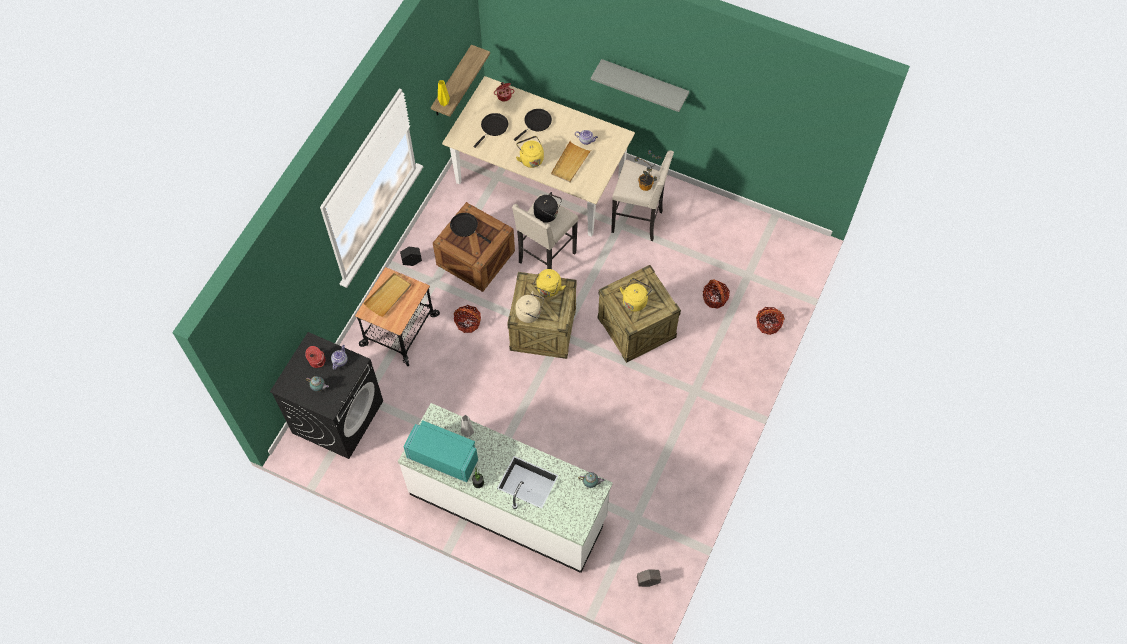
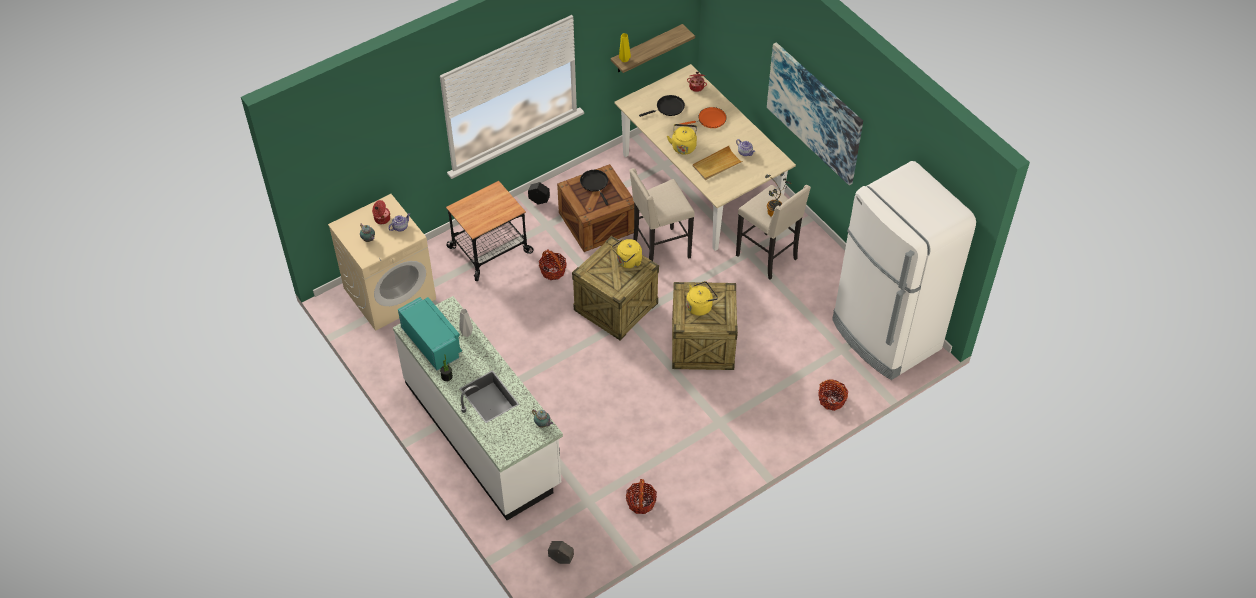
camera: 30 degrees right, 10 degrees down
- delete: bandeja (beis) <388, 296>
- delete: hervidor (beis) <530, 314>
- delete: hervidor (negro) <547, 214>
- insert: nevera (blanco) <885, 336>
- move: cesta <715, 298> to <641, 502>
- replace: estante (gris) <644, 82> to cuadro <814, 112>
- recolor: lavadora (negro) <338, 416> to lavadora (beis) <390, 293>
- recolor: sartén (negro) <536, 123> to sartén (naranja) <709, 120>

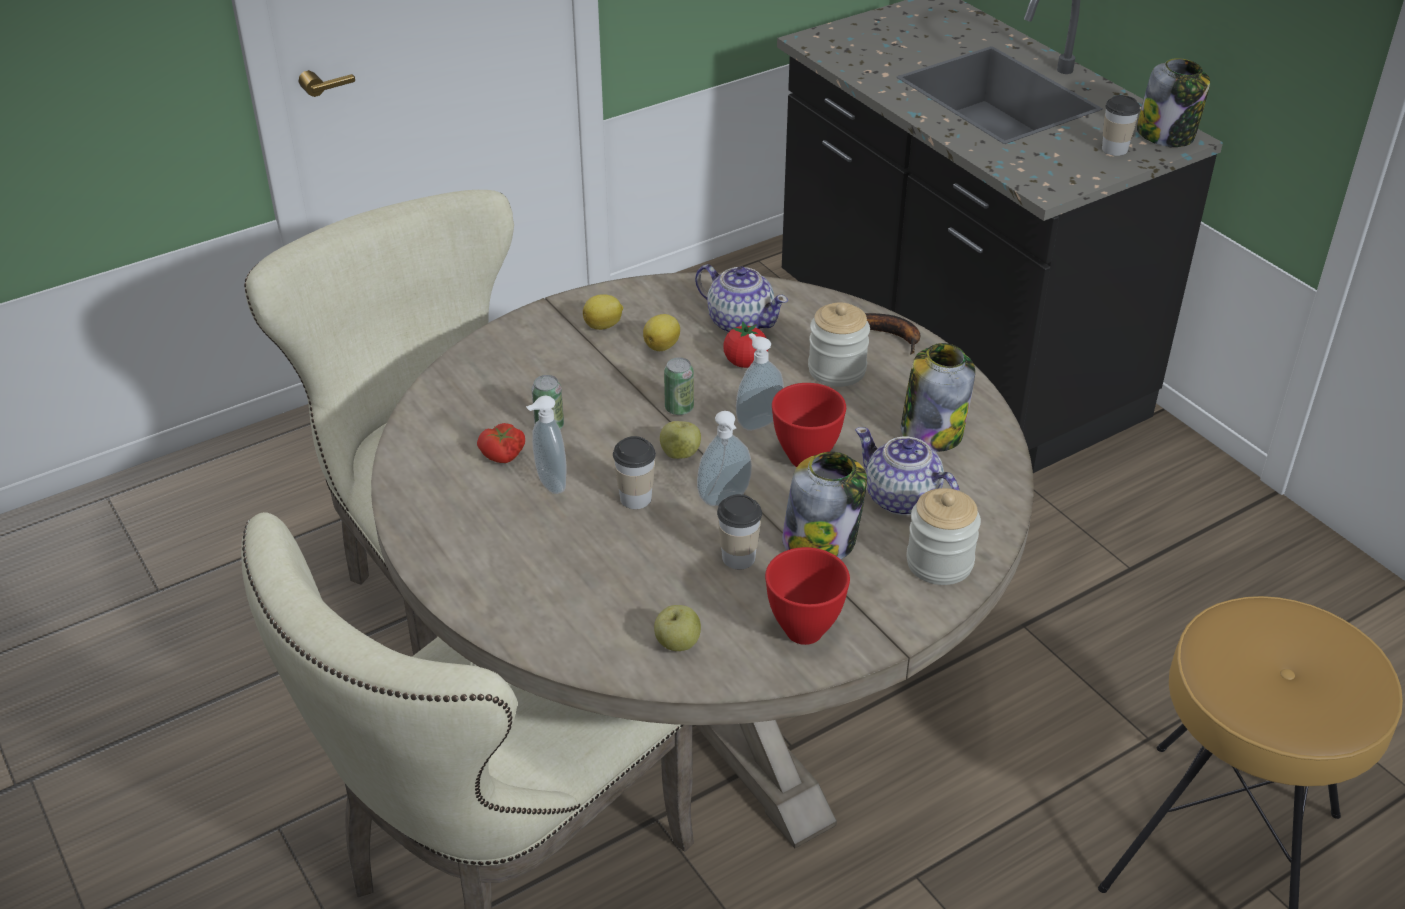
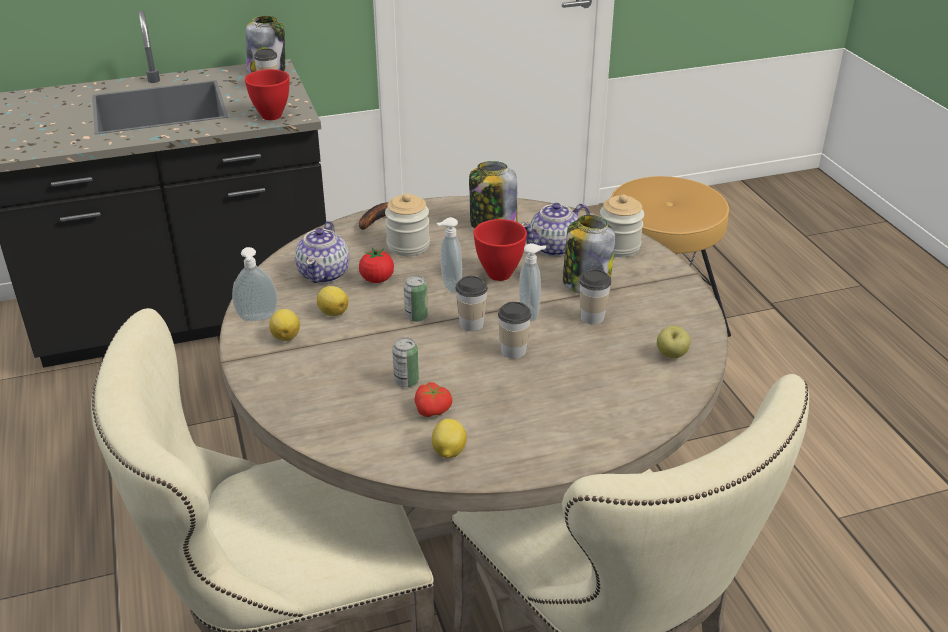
camera: 75 degrees left, 5 degrees down
- insert: limón <448, 452>
- move: dispensador de jabón <549, 484> to <258, 319>
- move: cuenco (rojo) <805, 632> to <272, 116>
- replace: manzana <680, 454> to taza <471, 324>
- rotate: tetera <740, 322> = <324, 273> 135 degrees clockwise

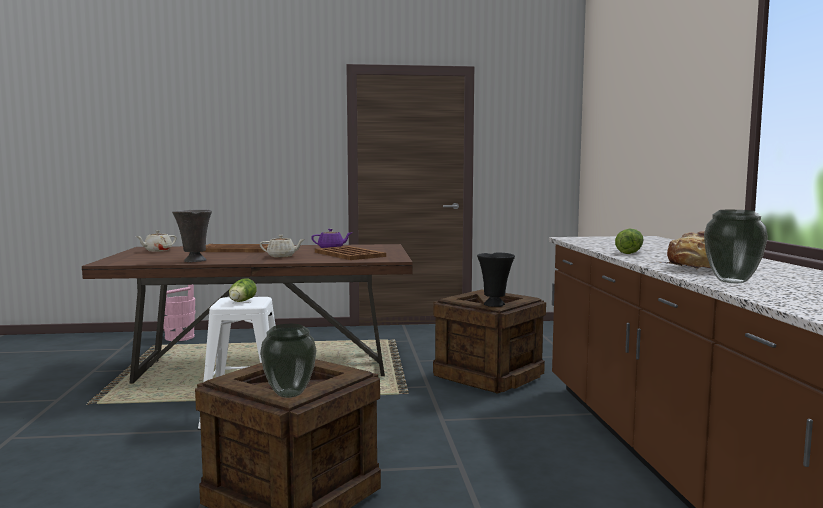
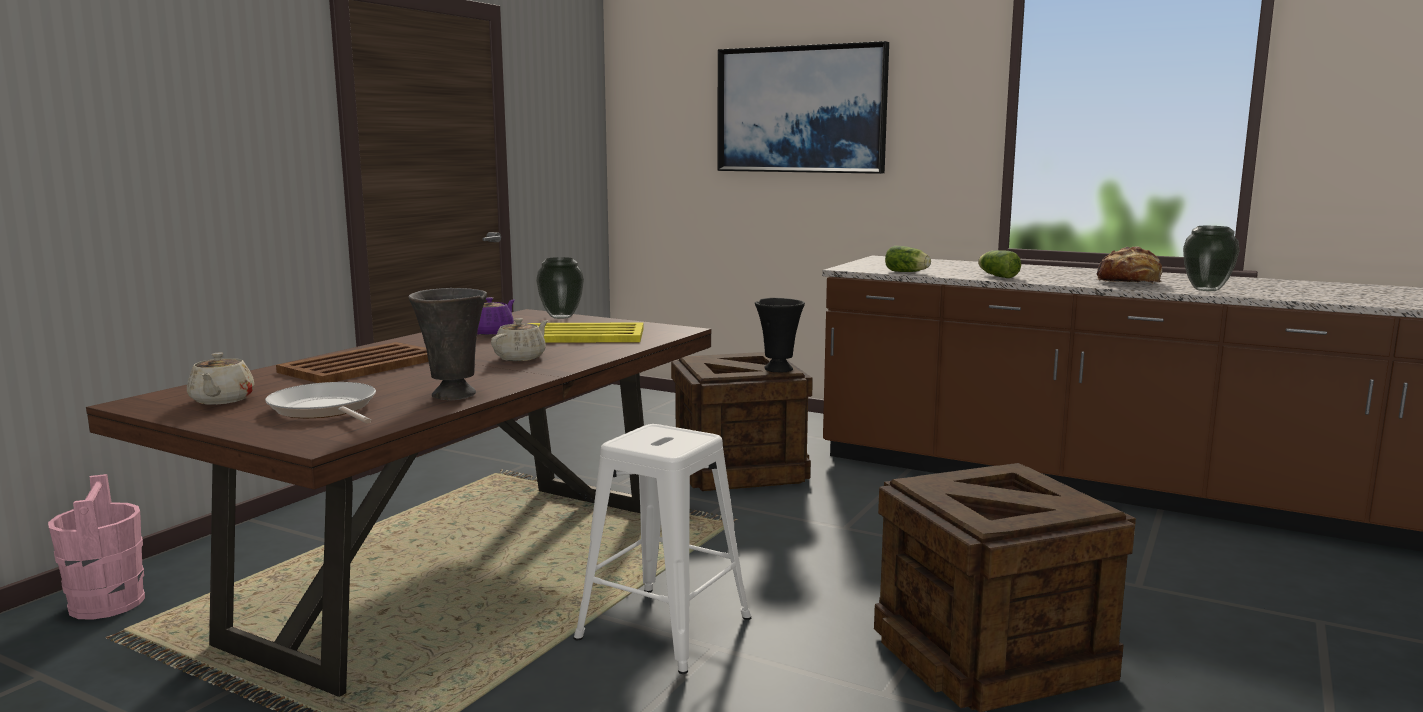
camera: 55 degrees left, 5 degrees up
- insert: sartén <325, 409>
- insert: cuadro <801, 109>
- move: lechuga <241, 301> to <908, 272>
- move: florero <290, 394> to <560, 317>
- recolor: bandeja (marrón) <349, 254> to bandeja (amarillo) <580, 335>

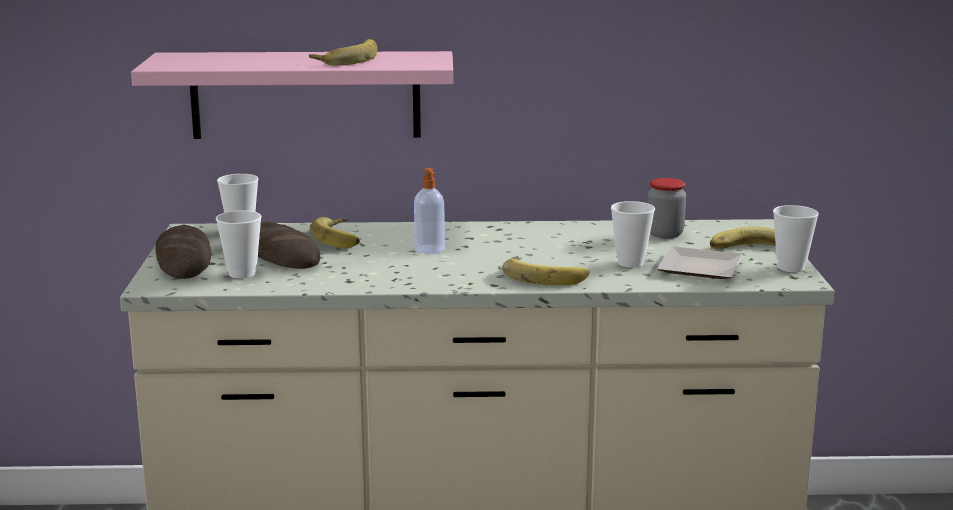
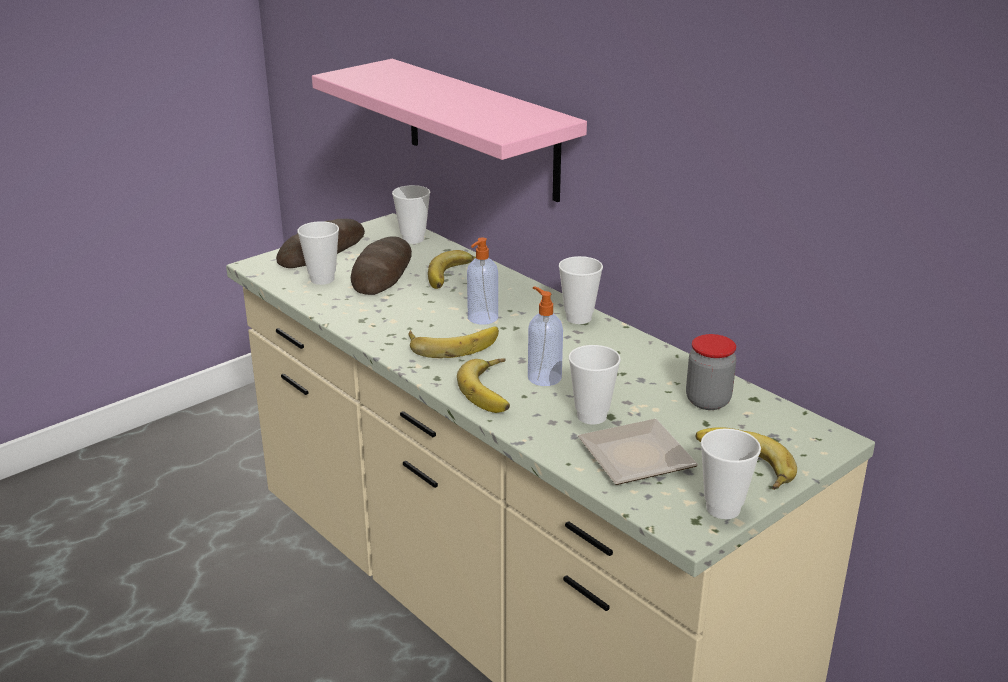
camera: 50 degrees right, 10 degrees up
- insert: dispensador de jabón <543, 377>
- insert: taza <578, 318>
- move: plátano <346, 58> to <453, 343>

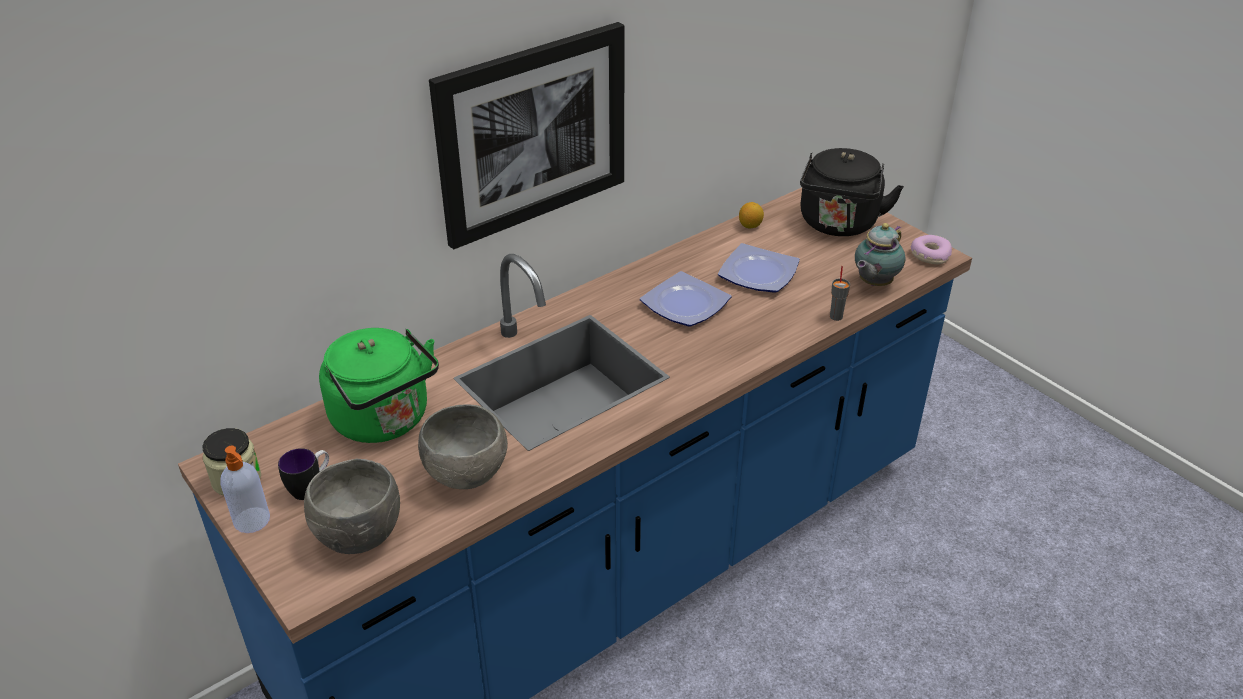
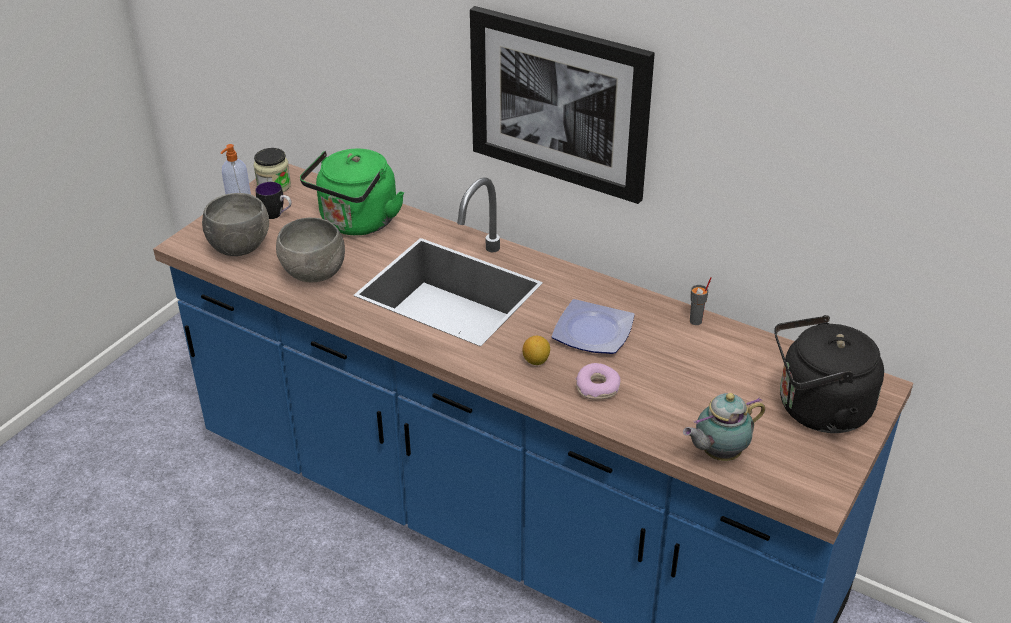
camera: 70 degrees right, 0 degrees up
- delete: plato <760, 273>
- move: limón <750, 226> to <536, 361>
- move: taza (gris) <836, 316> to <696, 321>
- move: rosquilla <929, 255> to <597, 387>
- rotate: tetera <873, 283> = <718, 454> 45 degrees counterclockwise

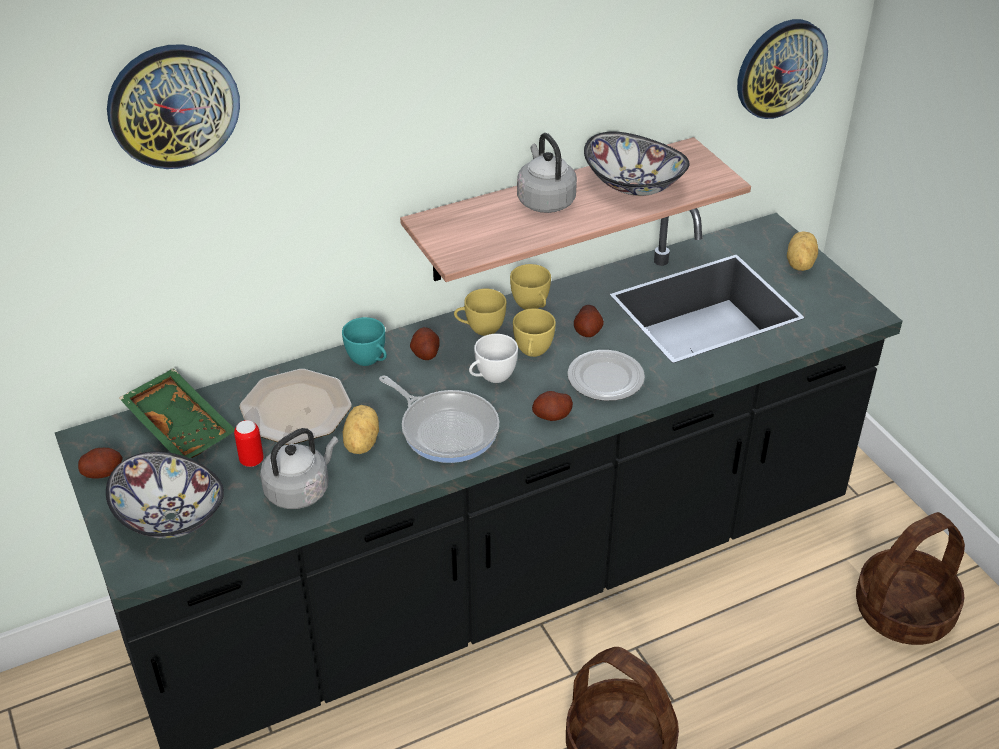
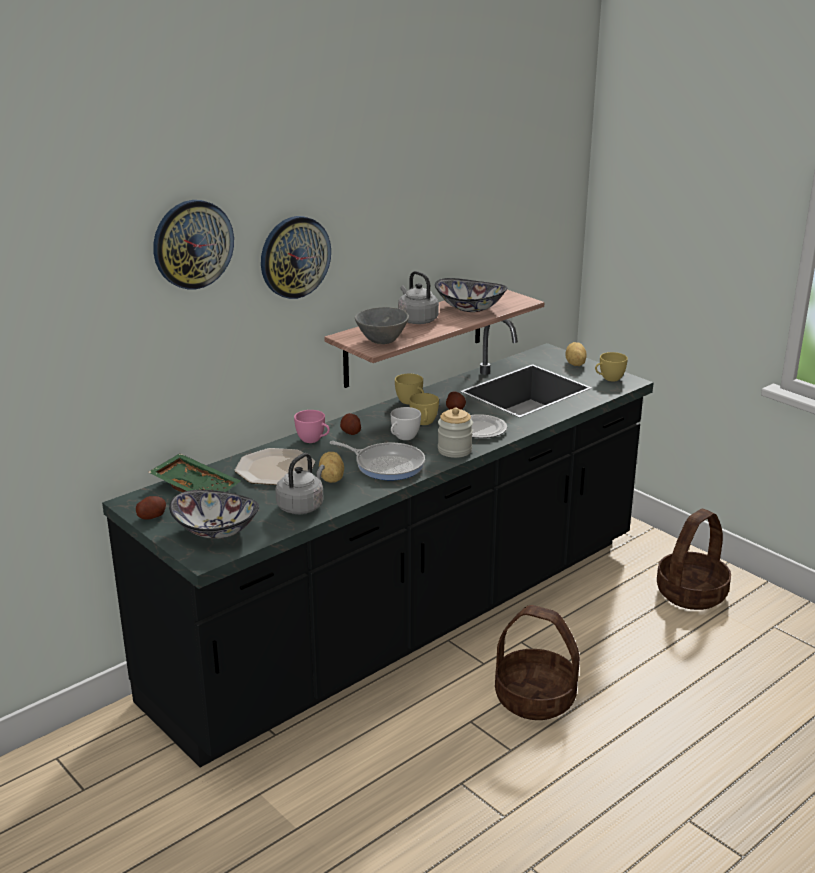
camera: 15 degrees left, 15 degrees down
- delete: lata <251, 460>
- insert: cuenco (gris) <380, 340>
- move: taza (amarillo) <480, 329> to <608, 379>
- move: reloj de pared <780, 68> to <294, 257>
- replace: patata <552, 416> to tarro <454, 450>
- recolor: taza (turquesa) <369, 361> to taza (rosa) <313, 440>

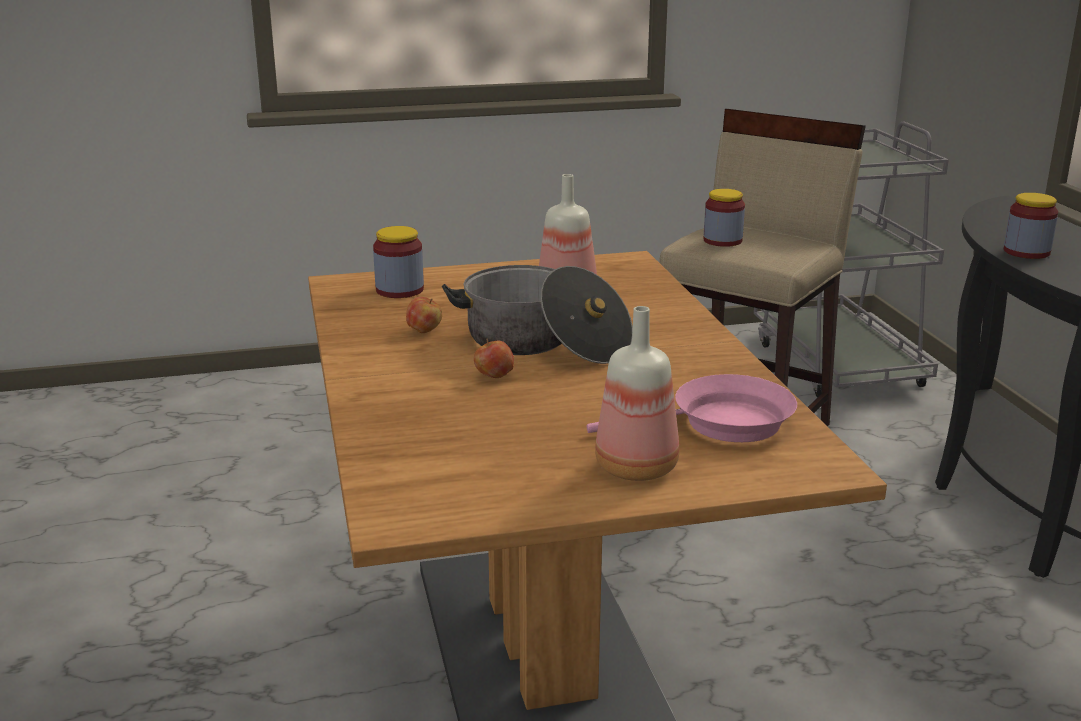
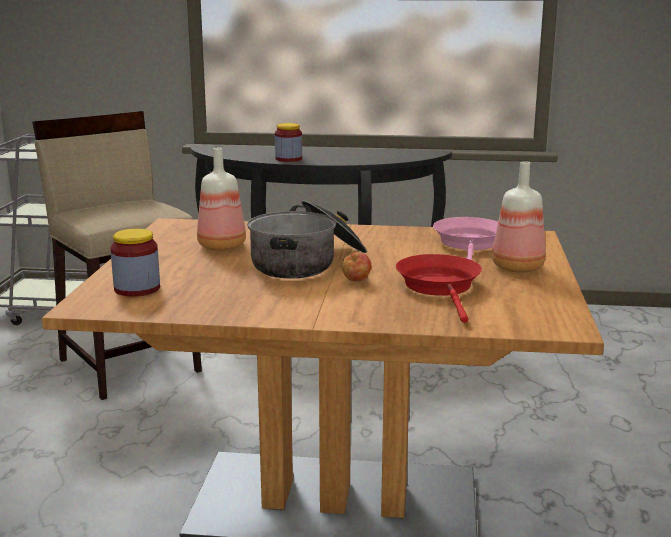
camera: 70 degrees left, 5 degrees down
- delete: manzana <424, 331>
- delete: tarro <722, 240>
- insert: sartén (rojo) <440, 287>

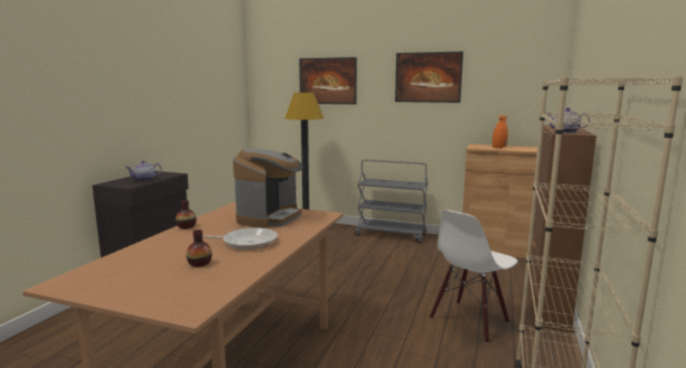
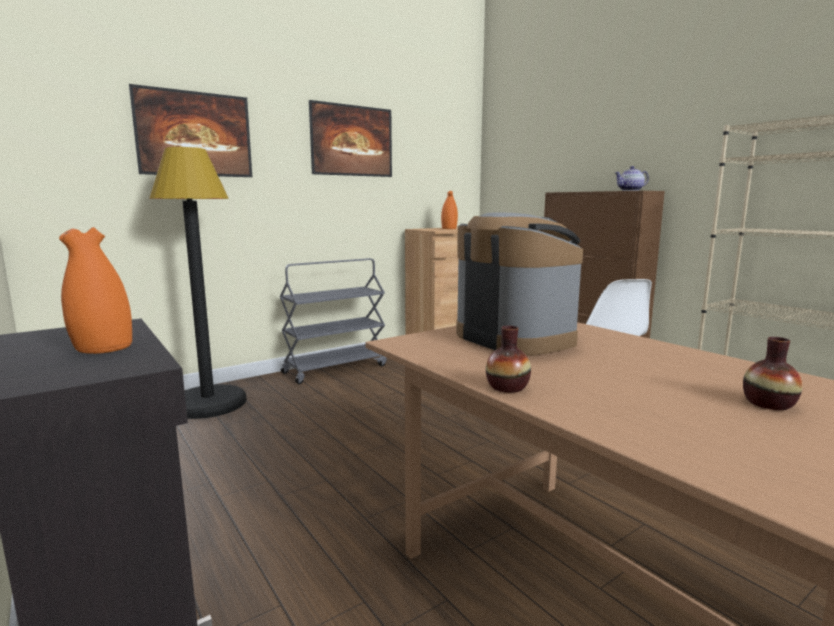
camera: 55 degrees left, 0 degrees up
- delete: sartén <246, 242>
- replace: tetera <144, 179> to florero (naranja) <102, 348>

